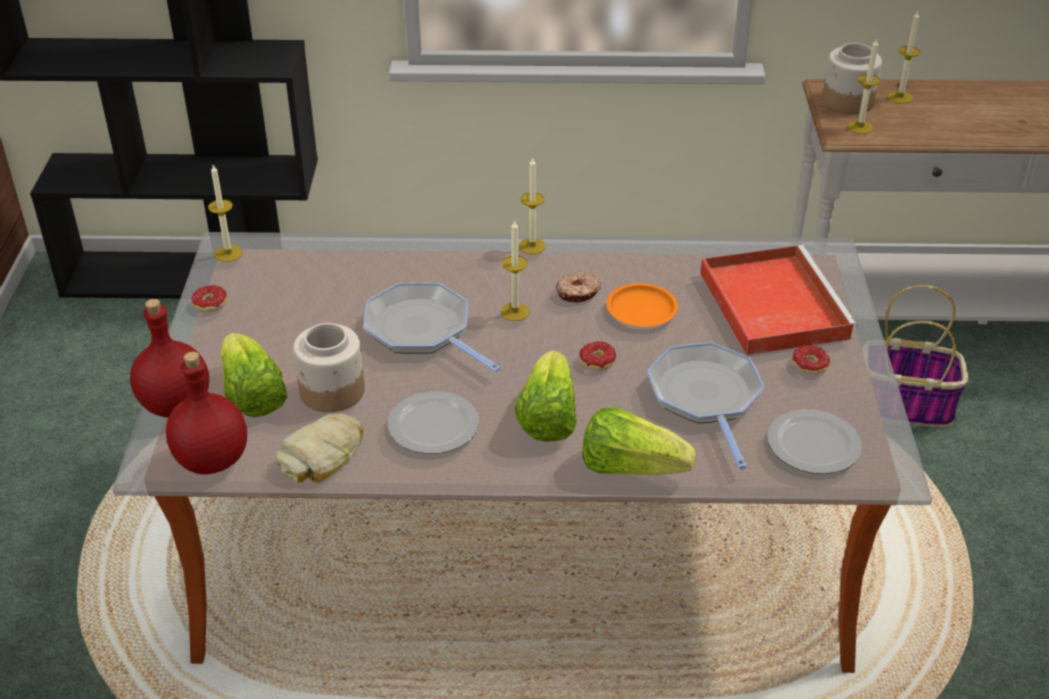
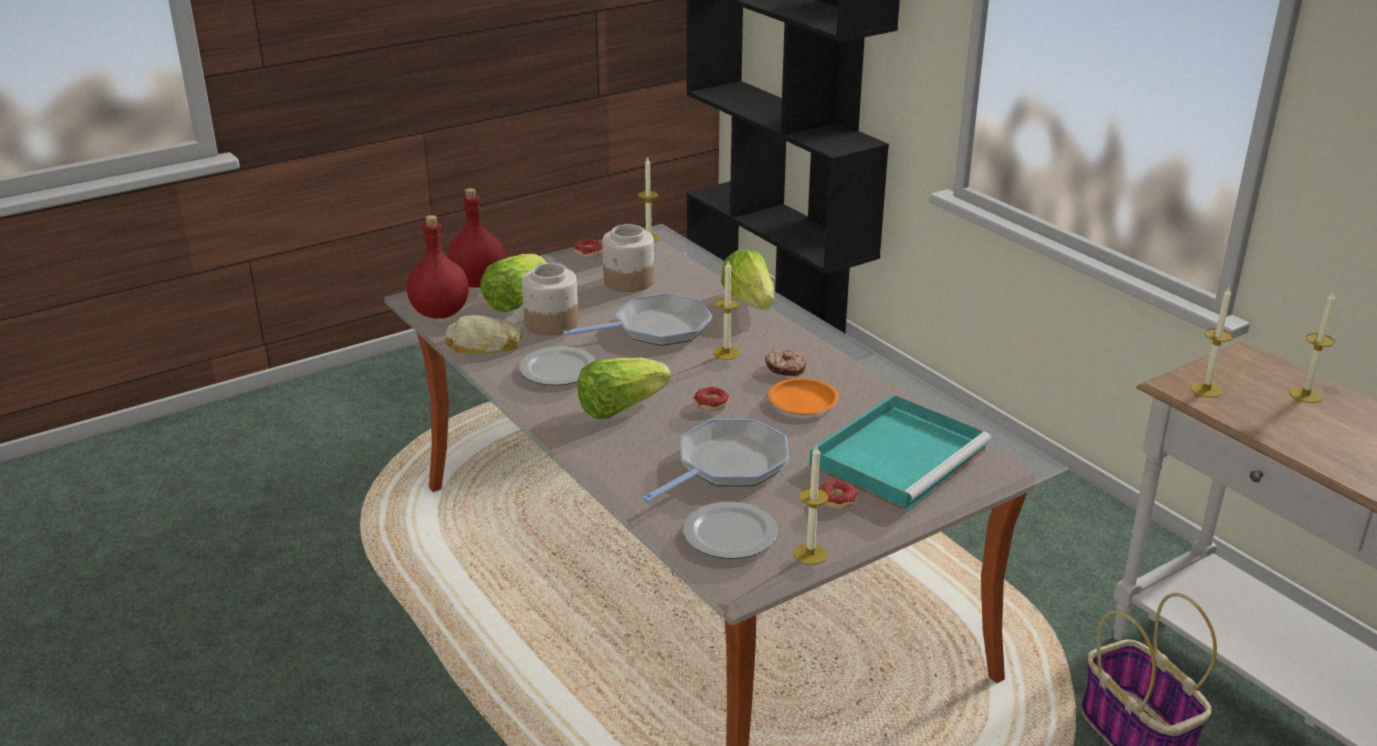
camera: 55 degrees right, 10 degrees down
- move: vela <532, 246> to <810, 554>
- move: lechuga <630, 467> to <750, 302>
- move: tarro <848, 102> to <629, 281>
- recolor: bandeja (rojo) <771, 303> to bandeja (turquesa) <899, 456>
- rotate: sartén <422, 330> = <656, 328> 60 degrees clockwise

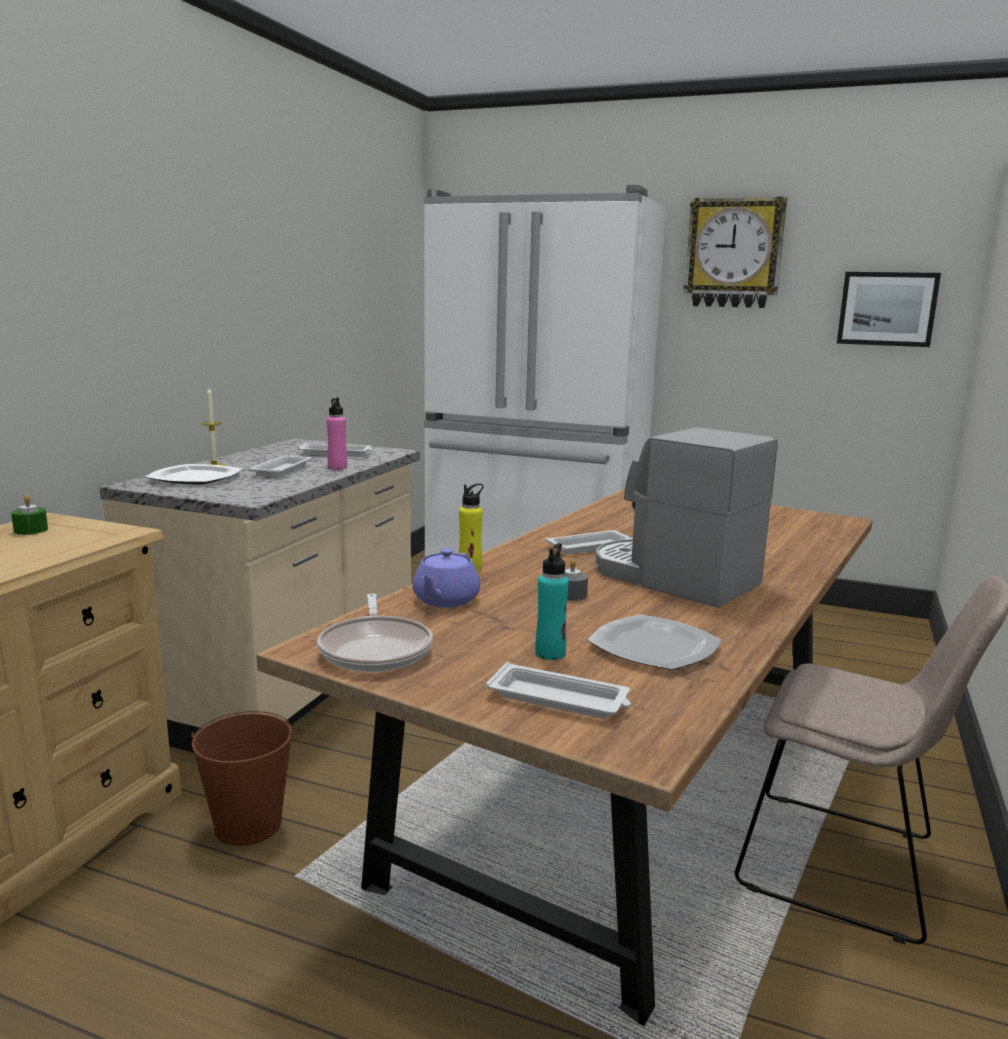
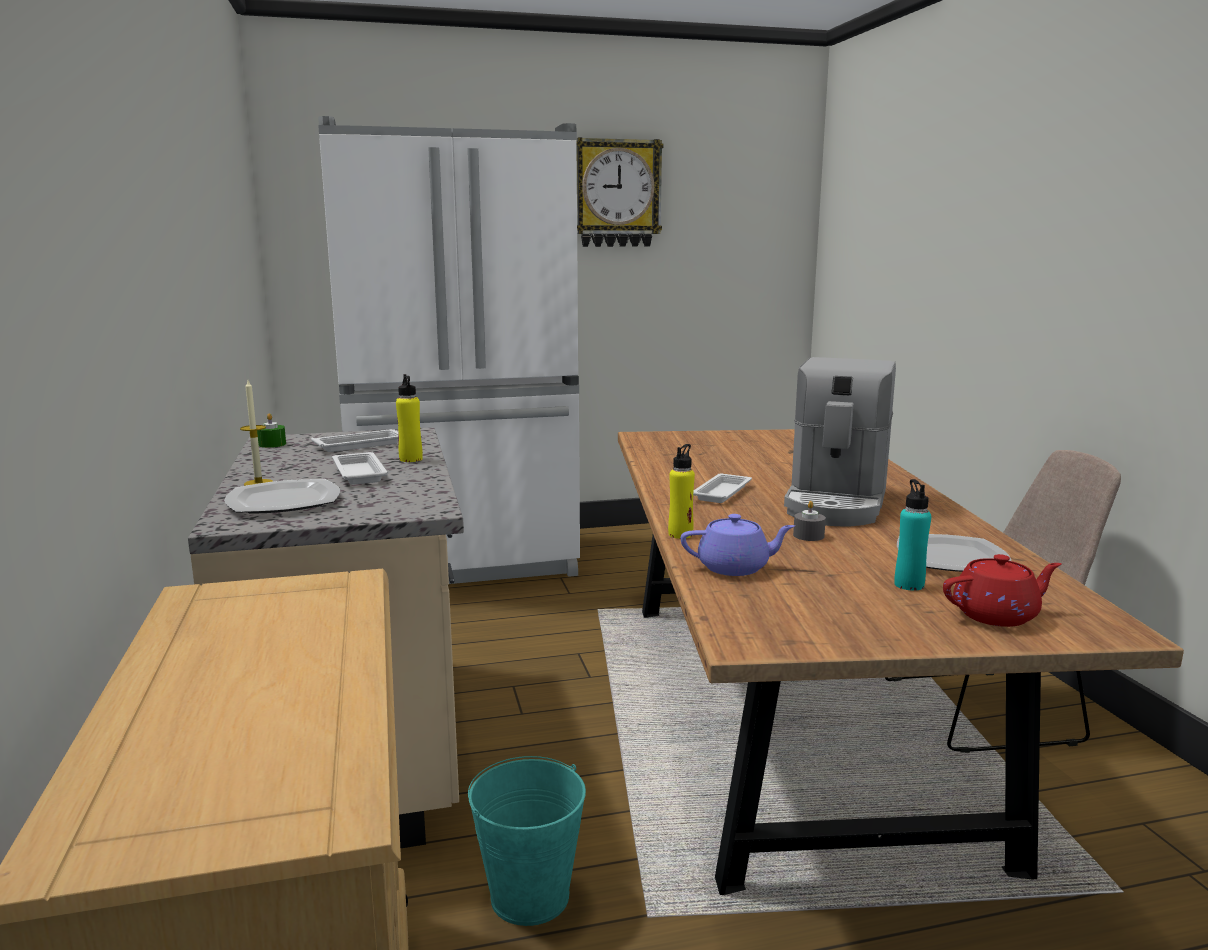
camera: 35 degrees left, 0 degrees up
- delete: sartén <376, 649>
- delete: cuadro <887, 309>
- move: vela (verde) <31, 530> to <272, 444>
- replace: bandeja (blanco) <560, 699> to tetera (rojo) <997, 615>
- recolor: cubo (marrón) <248, 825> to cubo (turquesa) <530, 897>
- recolor: botella (rosa) <337, 467> to botella (amarillo) <411, 459>
- rotate: tetera (morado) <445, 600> = <735, 568> 75 degrees counterclockwise
- rotate: cafetera <672, 578> = <836, 503> 75 degrees counterclockwise

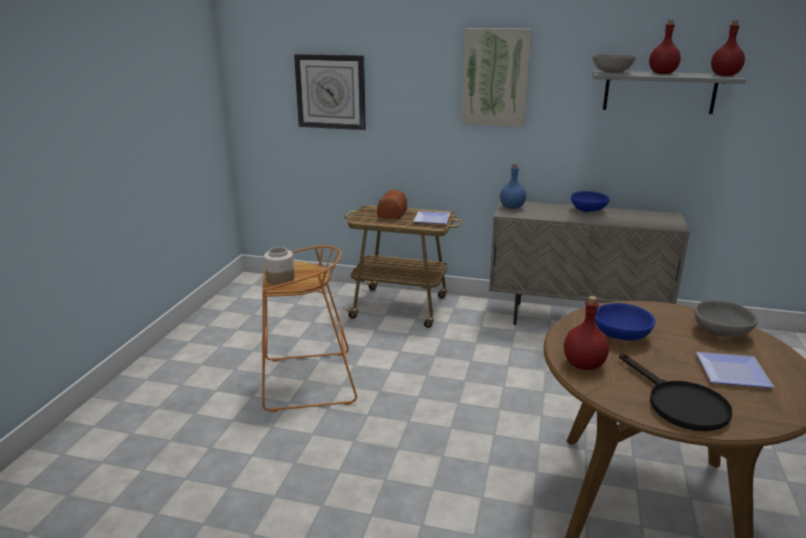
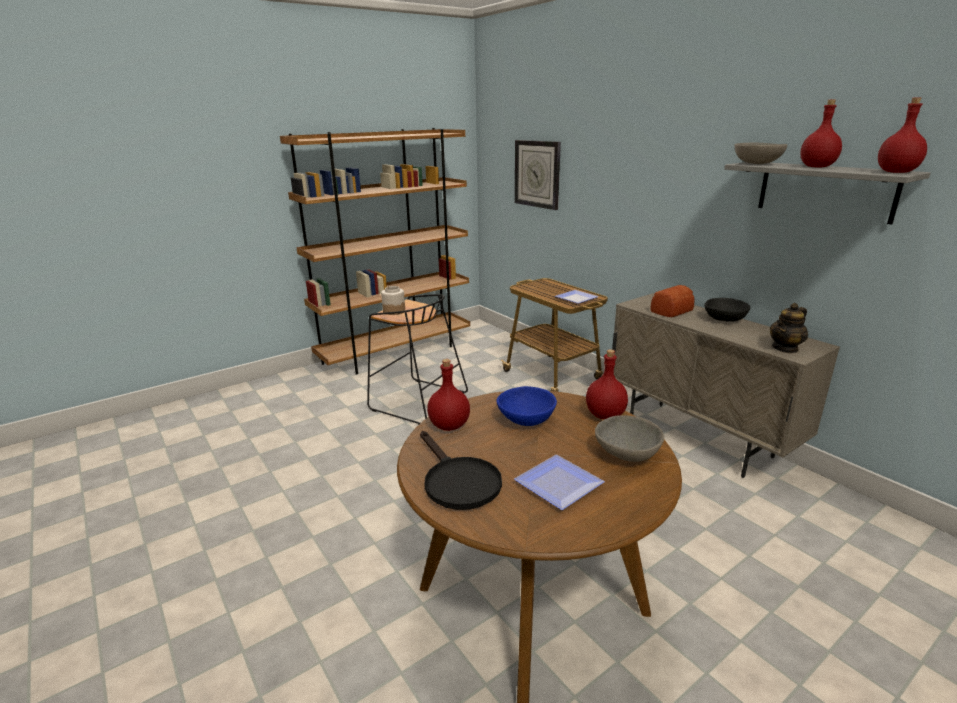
camera: 40 degrees right, 0 degrees up
- delete: cuadro <495, 77>
- delete: botella (azul) <512, 207>
- insert: estantería (marrón) <396, 352>
- insert: botella (rojo) <605, 415>
- insert: tetera <785, 348>
- move: pan <391, 213> to <670, 311>
- recolor: taburete (naranja) <306, 382> to taburete (negro) <416, 401>
- recolor: cuenco (azul) <588, 210> to cuenco (negro) <724, 319>
- rotate: sartén (negro) <679, 404> = <457, 481> 45 degrees counterclockwise

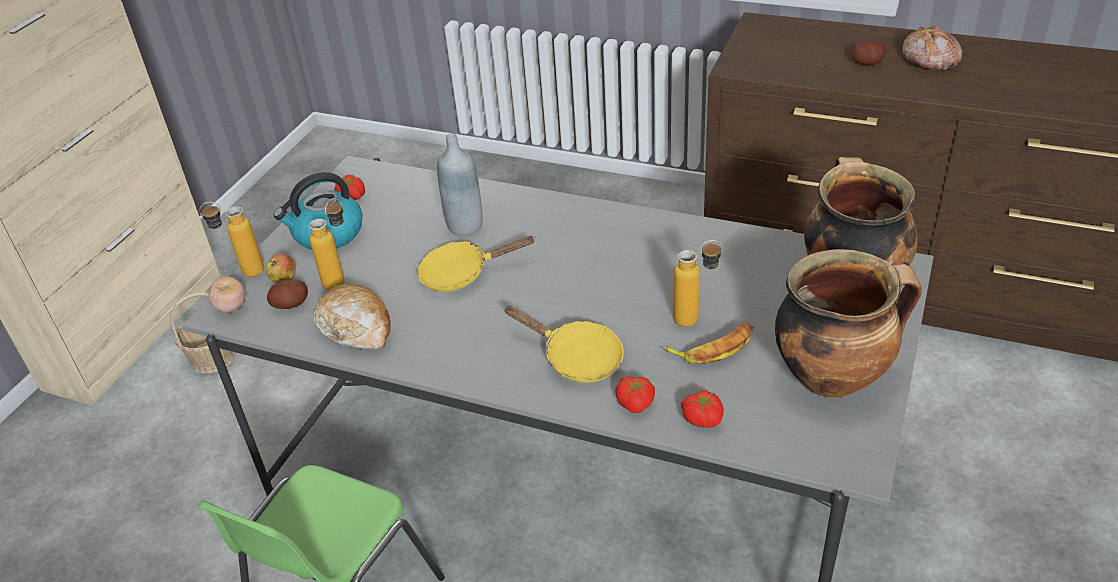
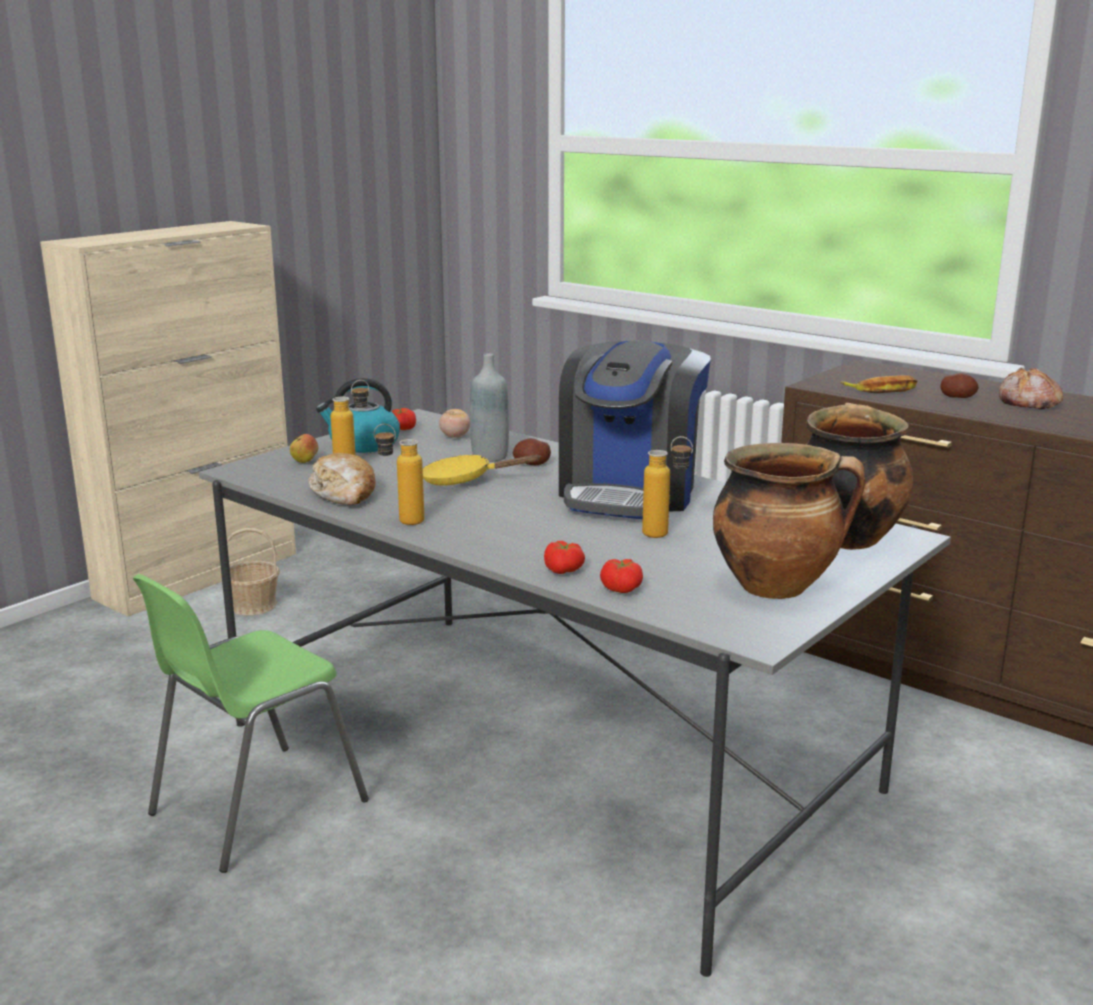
camera: 15 degrees right, 20 degrees down
- delete: sartén (amarillo) <576, 358>
- insert: cafetera <630, 492>
- move: botella <244, 273> to <401, 521>
- move: tomate <231, 307> to <455, 436>
- move: patata <290, 304> to <532, 464>
- move: plátano <713, 347> to <881, 390>

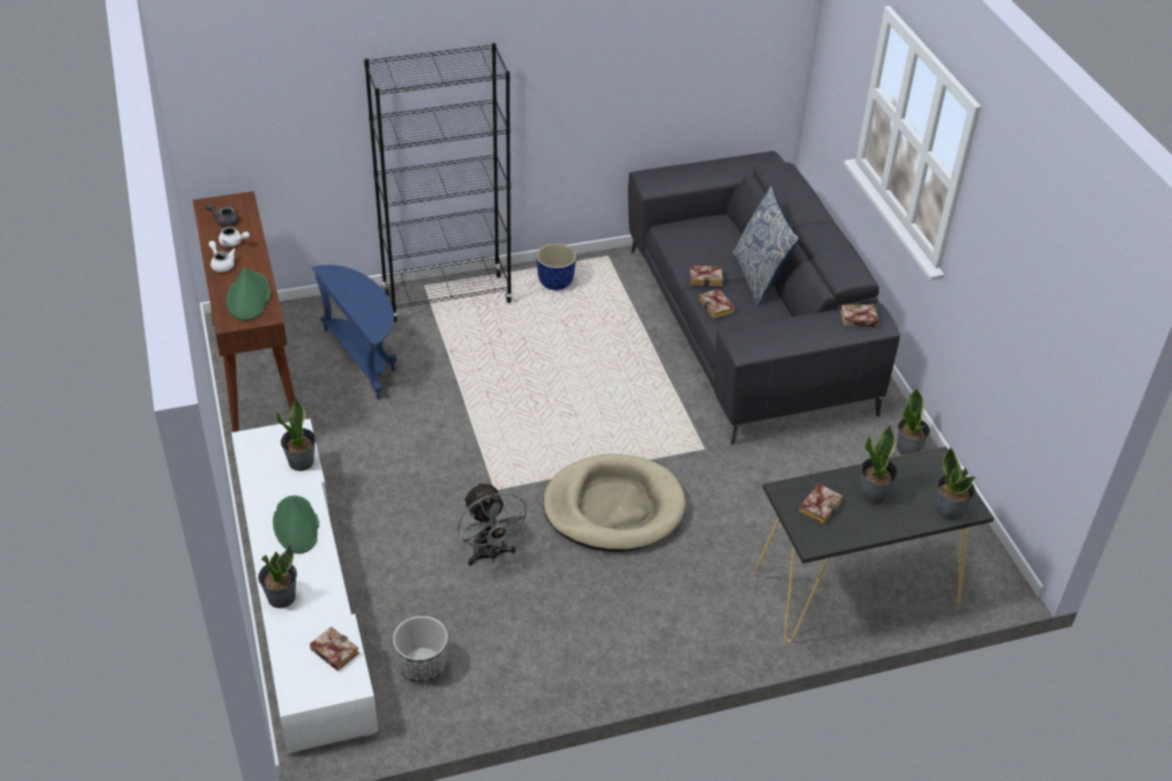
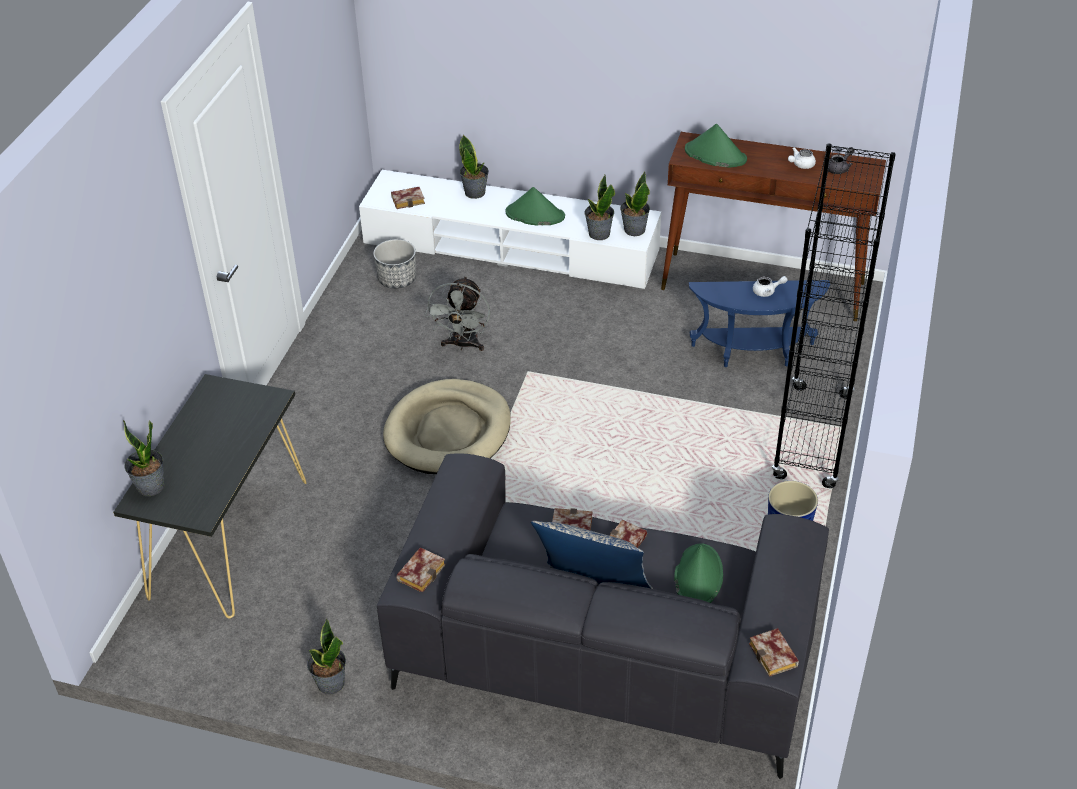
camera: 125 degrees right, 0 degrees up
- insert: sombrero (verde) <698, 576>
- move: tetera (blanco) <222, 264> to <767, 291>
- move: libro <819, 505> to <775, 656>
- move: planta en maceta <873, 494> to <634, 230>
- rotate: ventilador (gris) <490, 555> = <463, 345> 90 degrees counterclockwise

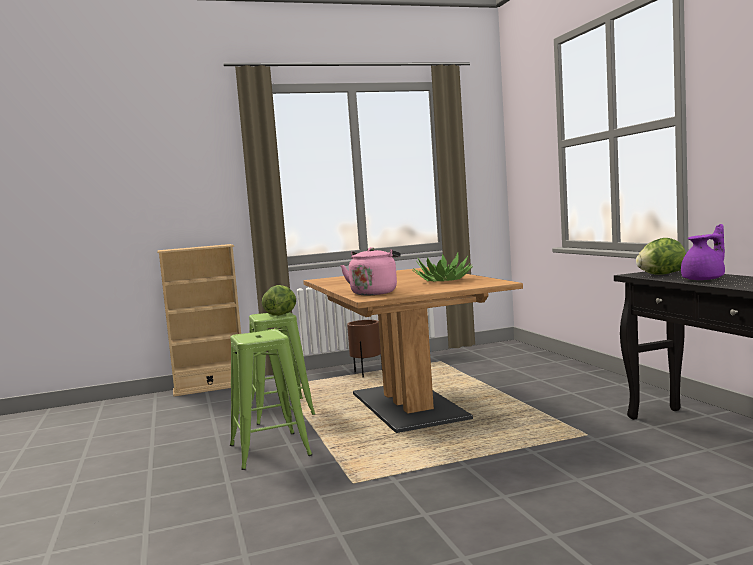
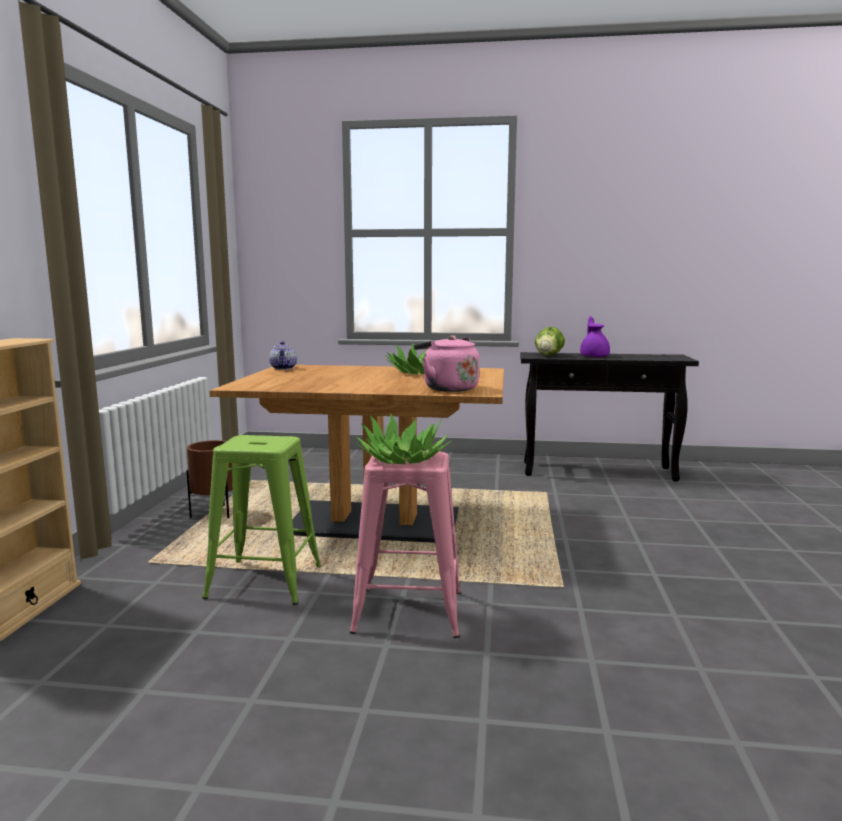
camera: 65 degrees left, 5 degrees up
- delete: lechuga <281, 314>
- insert: tetera <284, 368>
- insert: planta en maceta <402, 458>
- recolor: taburete (verde) <269, 450> to taburete (rosa) <409, 612>

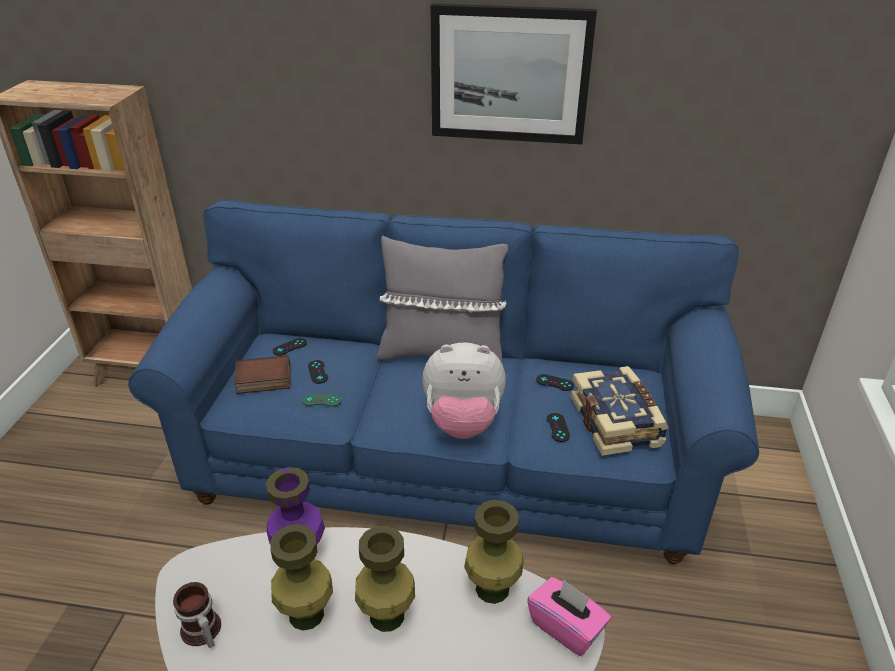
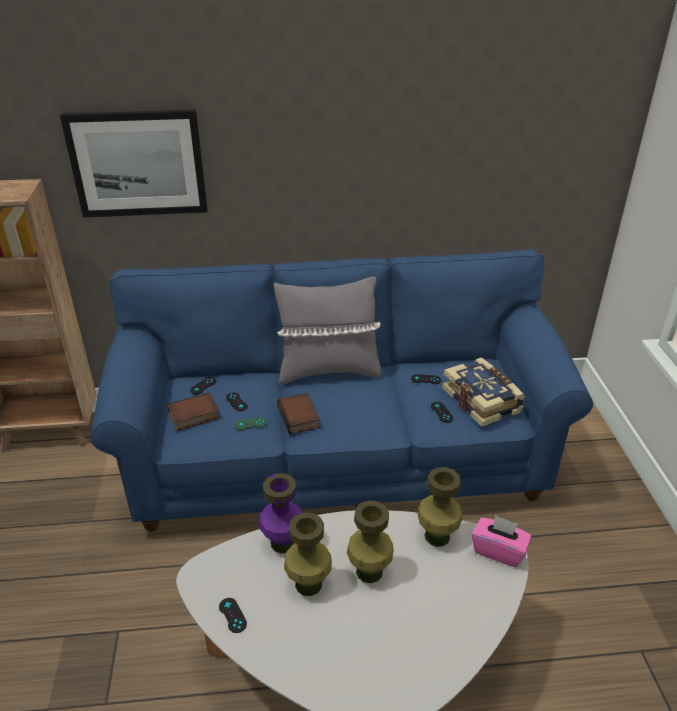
camera: 15 degrees left, 0 degrees up
- delete: peluche <463, 422>
- insert: libro <300, 417>
- move: cuadro <509, 74> to <138, 164>
- replace: taza grande <201, 632> to mando de consola (negro) <232, 615>

